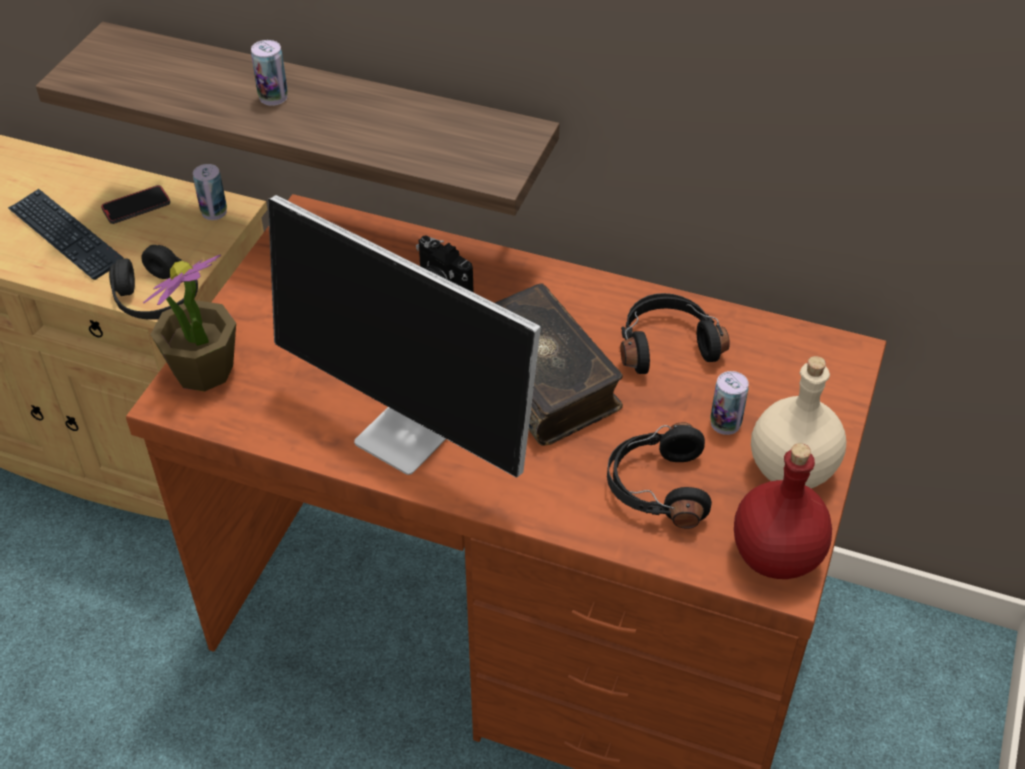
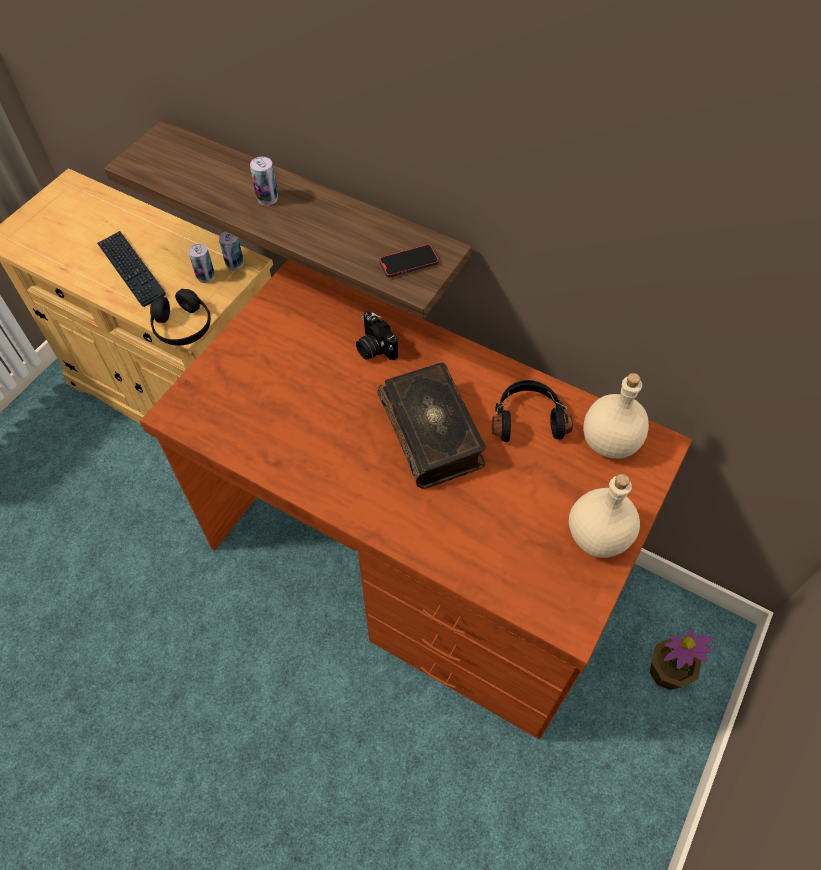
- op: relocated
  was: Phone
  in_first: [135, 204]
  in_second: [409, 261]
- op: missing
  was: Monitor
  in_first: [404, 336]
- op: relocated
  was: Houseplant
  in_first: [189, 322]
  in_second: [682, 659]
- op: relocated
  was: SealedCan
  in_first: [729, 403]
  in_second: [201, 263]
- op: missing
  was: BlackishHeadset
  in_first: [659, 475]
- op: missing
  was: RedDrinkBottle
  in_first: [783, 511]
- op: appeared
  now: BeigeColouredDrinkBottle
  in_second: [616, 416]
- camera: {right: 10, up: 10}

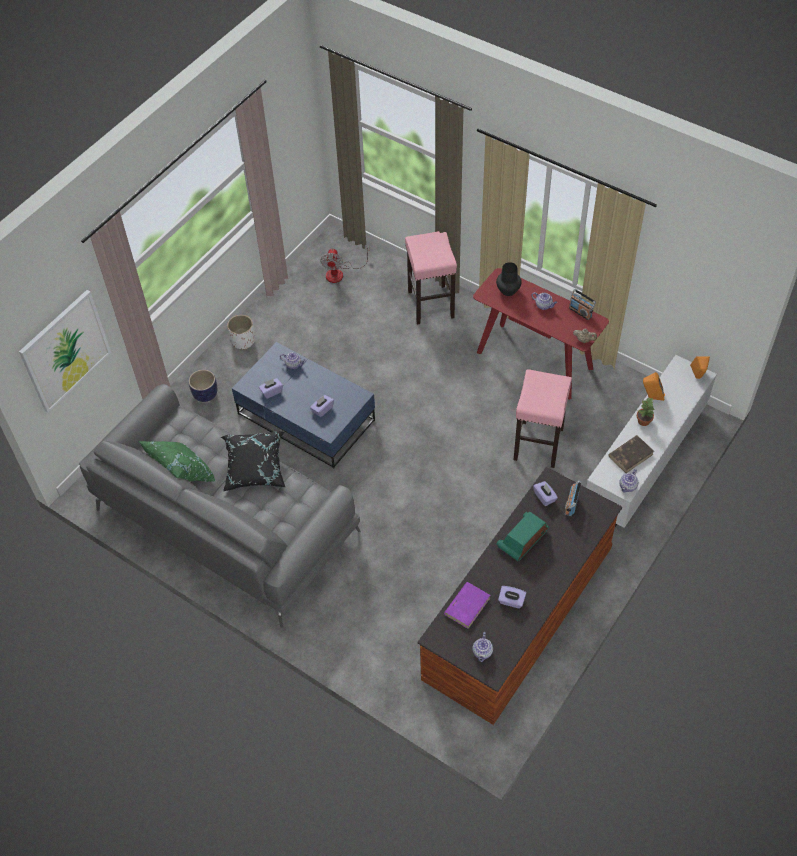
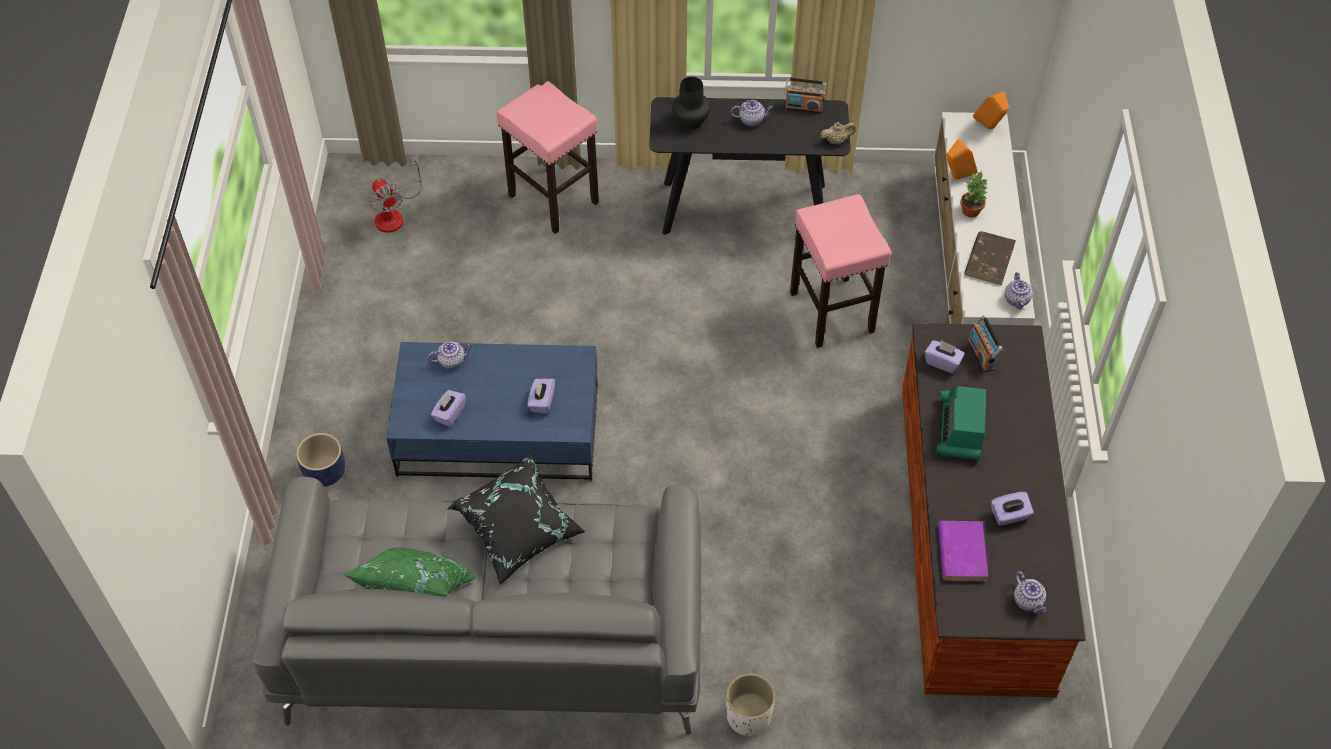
- op: colour
  was: RedNarrowTable
  now: BlackishNarrowTable
  in_first: [541, 334]
  in_second: [750, 166]
- op: missing
  was: WallPicture
  in_first: [65, 351]
- op: relocated
  was: WhiteColouredFlowerPot
  in_first: [241, 332]
  in_second: [750, 704]
- camera: {right: -35, up: 0}

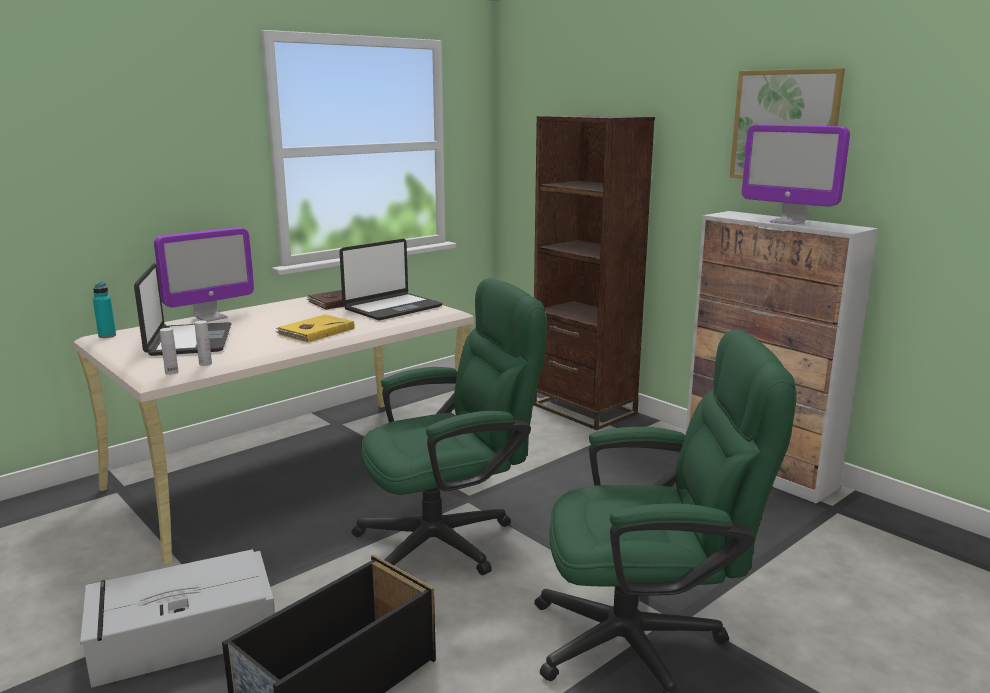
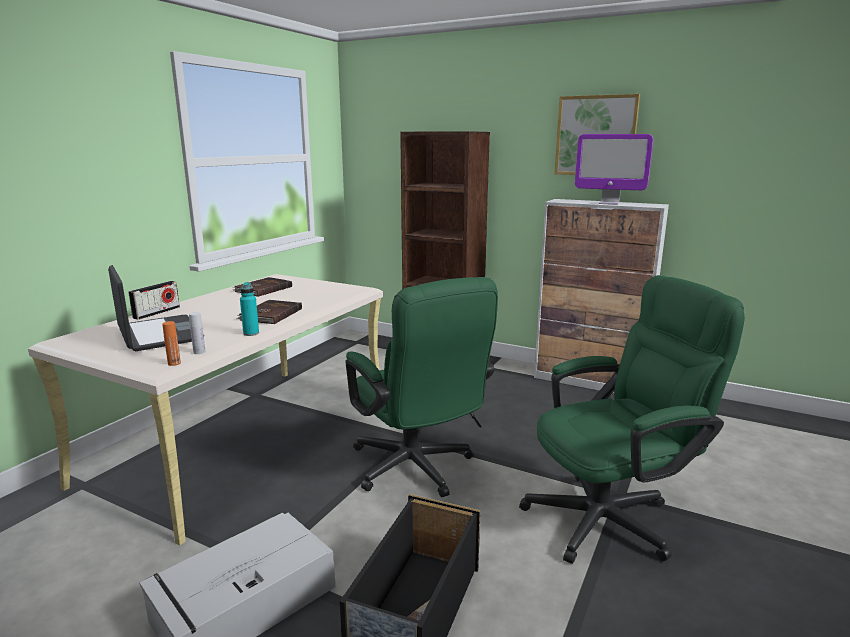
- op: exchanged
  was: Monitor
  now: Radio
  in_first: [204, 274]
  in_second: [154, 300]
- op: missing
  was: Laptop
  in_first: [391, 280]
- op: spun
  was: GreenishOfficeChair
  in_first: [449, 426]
  in_second: [421, 387]
  clockwise: 105
- op: relocated
  was: BlueGreenDrinkBottle
  in_first: [104, 310]
  in_second: [249, 309]
- op: colour
  was: YellowBook
  now: BrownBook
  in_first: [315, 328]
  in_second: [269, 312]
- op: colour
  was: WhiteColouredDrinkBottle
  now: OrangeyDrinkBottle
  in_first: [169, 351]
  in_second: [171, 343]
- camera: {right: -20, up: 0}

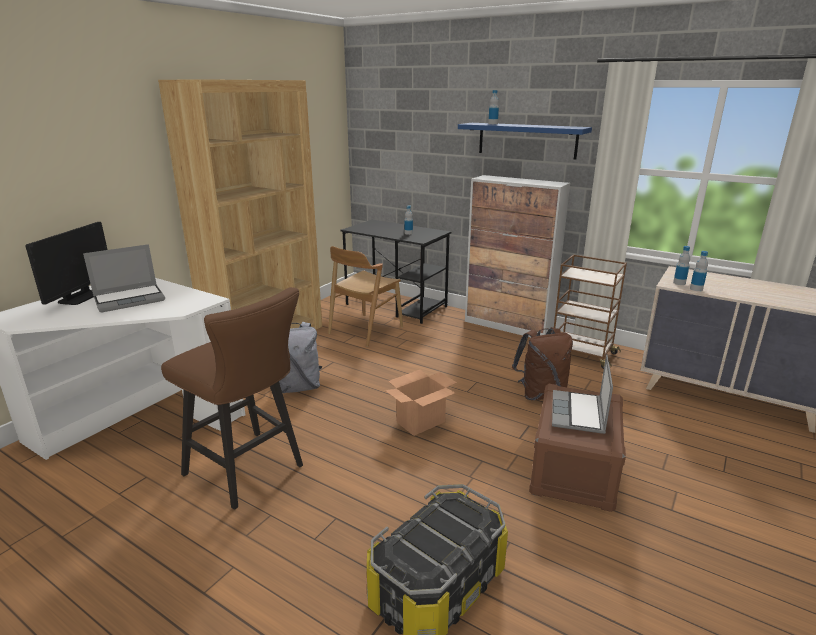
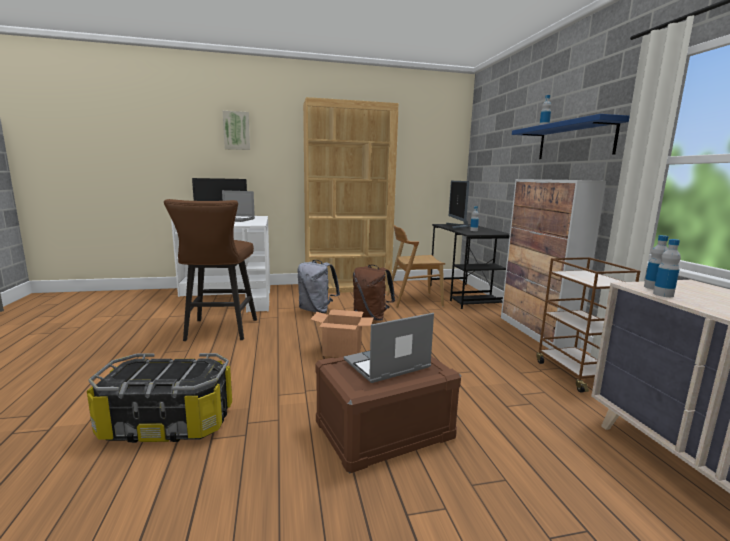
- op: relocated
  was: BrownRucksack
  in_first: [542, 363]
  in_second: [374, 293]
- op: appeared
  now: WallPicture
  in_second: [236, 130]
- op: appeared
  now: Monitor
  in_second: [458, 205]
- camera: {right: 45, up: -10}

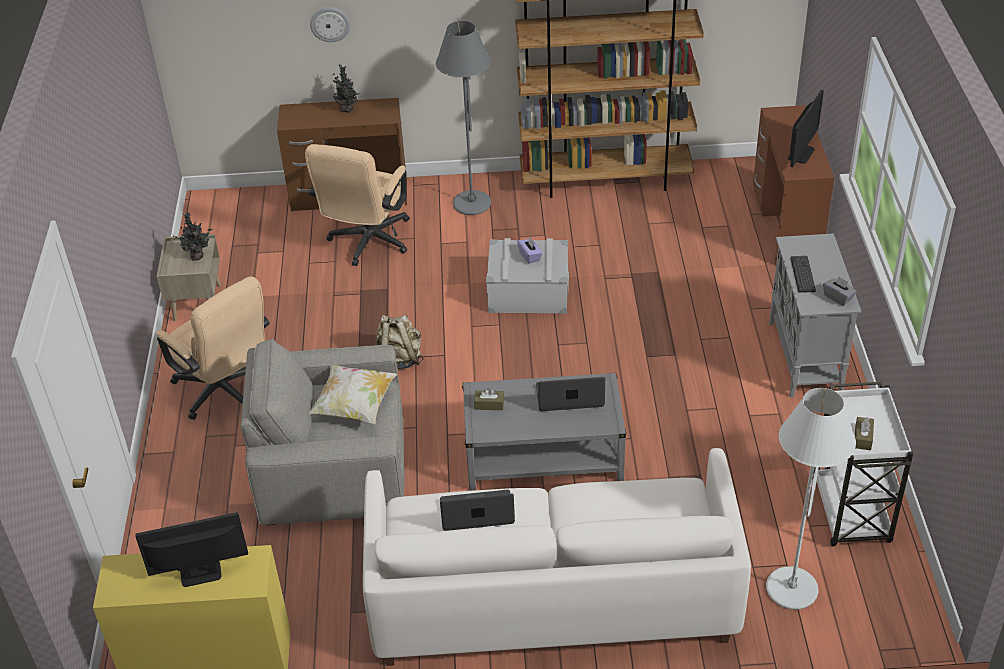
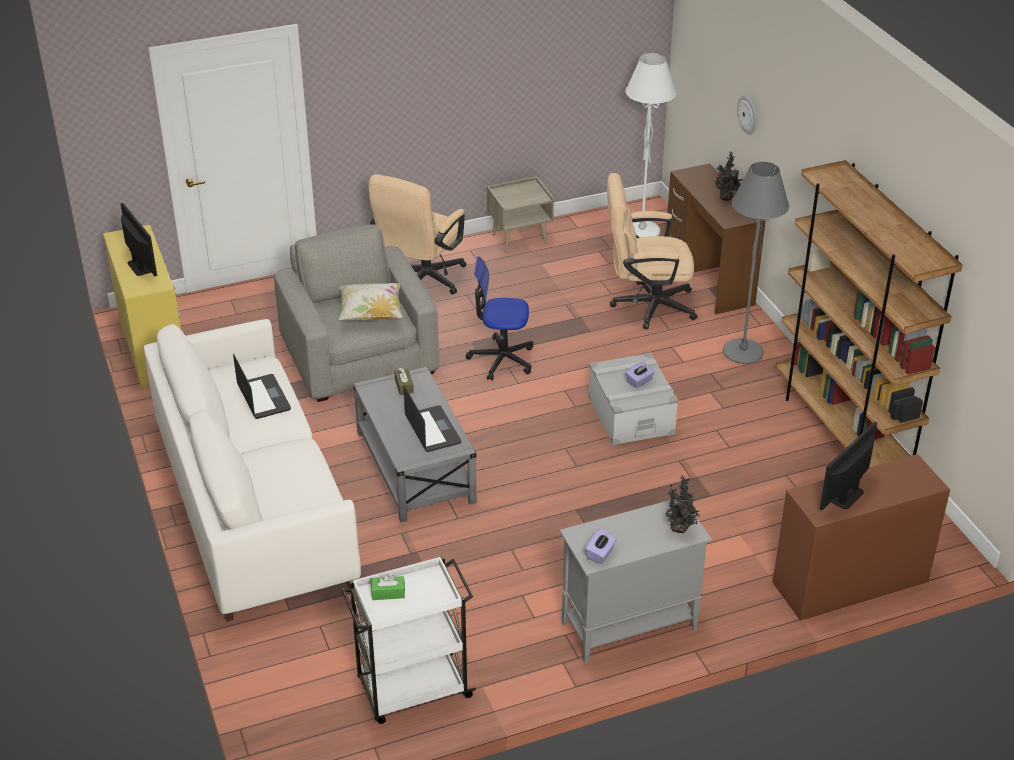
- op: spun
  was: Monitor
  in_first: [806, 128]
  in_second: [848, 466]
  clockwise: 120
- op: relocated
  was: Houseplant
  in_first: [192, 236]
  in_second: [683, 504]
- op: missing
  was: Keyboard
  in_first: [803, 274]
- op: colour
  was: GreyishTissueBox
  now: PurplishTissueBox
  in_first: [840, 291]
  in_second: [601, 546]
- op: exchanged
  was: BeigeColouredRucksack
  now: OfficeChair
  in_first: [399, 342]
  in_second: [499, 318]
- op: relocated
  was: WhiteColouredFloorLamp
  in_first: [811, 498]
  in_second: [651, 145]
- op: colour
  was: BrownTissueBox
  now: GreenishTissueBox
  in_first: [864, 433]
  in_second: [388, 587]
- camera: {right: 70, up: -5}

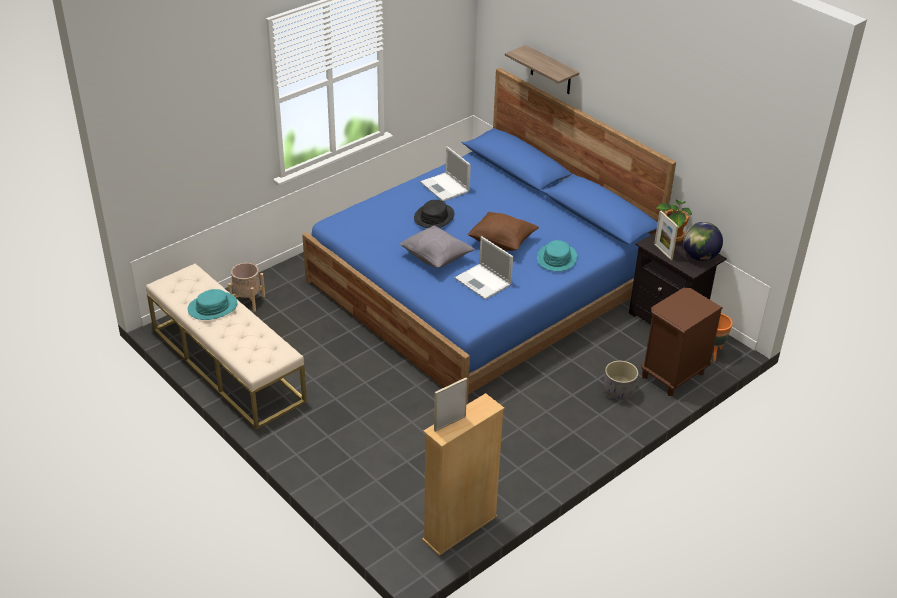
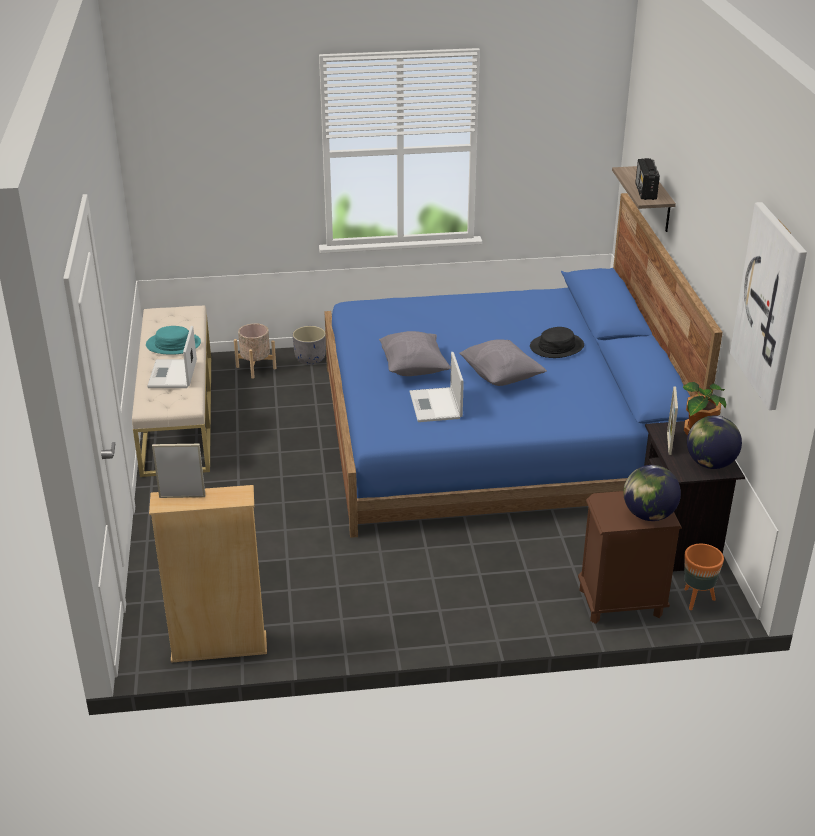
- op: relocated
  was: Laptop
  in_first: [445, 173]
  in_second: [172, 357]
- op: relocated
  was: BlackishHat
  in_first: [434, 214]
  in_second: [557, 342]
- op: colour
  was: BrownThrowPillow
  now: GreyishThrowPillow
  in_first: [503, 231]
  in_second: [503, 362]
- op: missing
  was: BlueGreenHat
  in_first: [557, 256]
- op: relocated
  was: GreyishFlowerPot
  in_first: [621, 380]
  in_second: [309, 345]
- op: appeared
  now: Radio
  in_second: [647, 179]
- op: appeared
  now: WallPicture
  in_second: [768, 306]
- op: appeared
  now: WorldGlobe
  in_second: [652, 493]
- camera: {right: 35, up: -5}

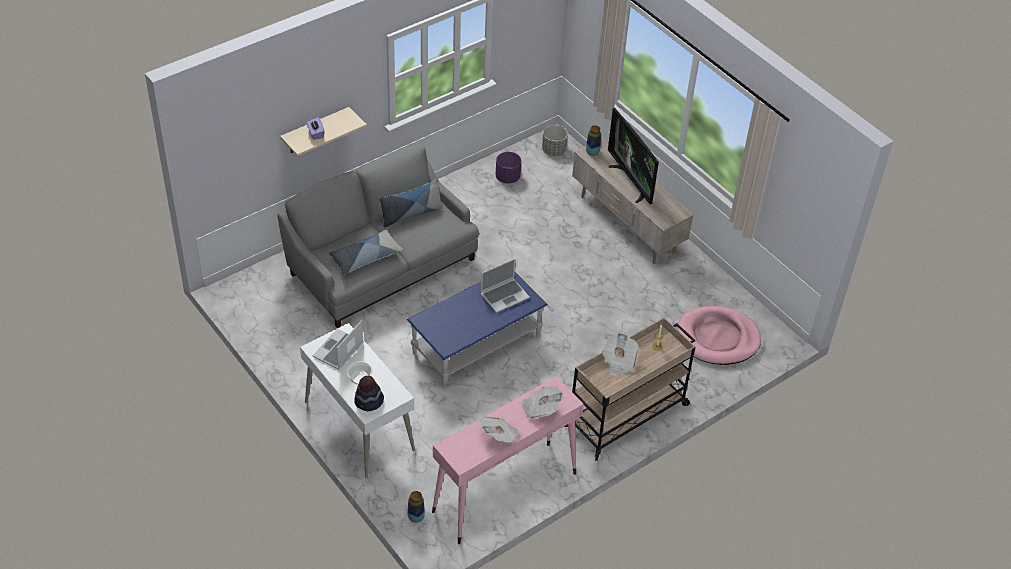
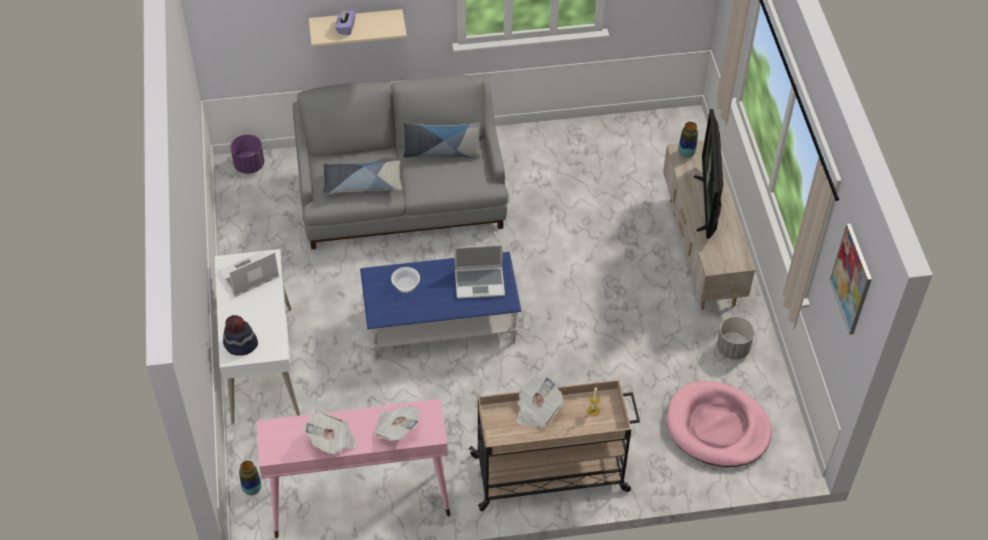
- op: relocated
  was: GreyishFlowerPot
  in_first: [555, 140]
  in_second: [735, 338]
- op: relocated
  was: PurplishFlowerPot
  in_first: [508, 167]
  in_second: [247, 154]
- op: relocated
  was: DeepDish
  in_first: [359, 373]
  in_second: [405, 280]
- op: appeared
  now: WallPicture
  in_second: [851, 279]
- camera: {right: 30, up: 5}

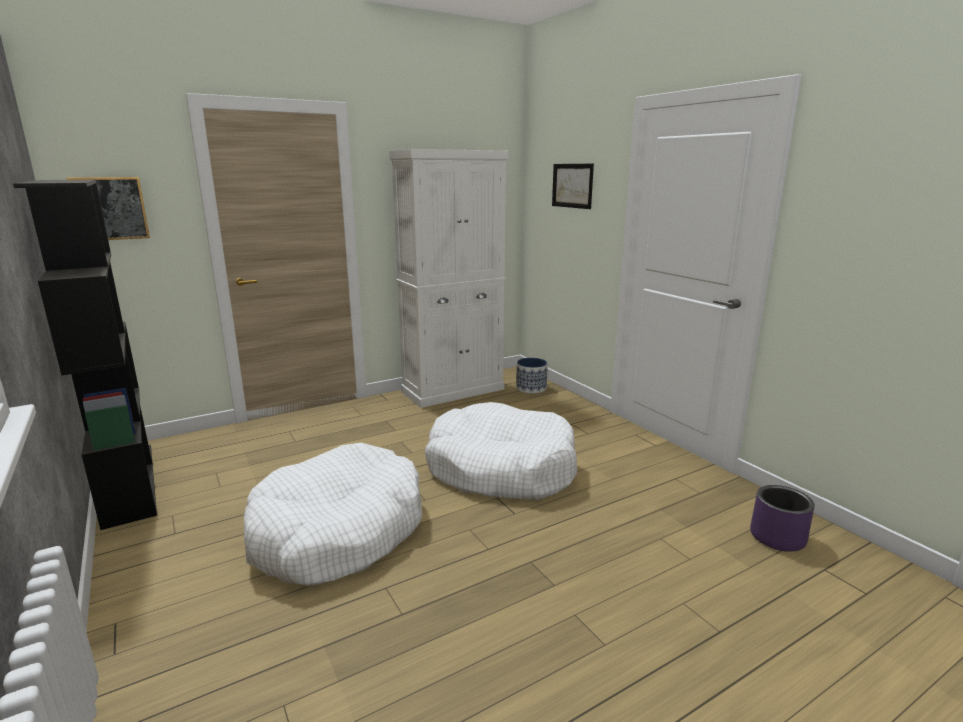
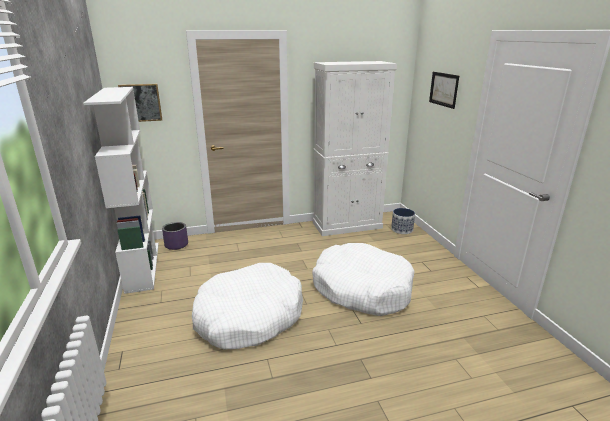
- op: colour
  was: BlackishBookcase
  now: WhiteColouredBookcase
  in_first: [85, 355]
  in_second: [121, 190]
- op: relocated
  was: PurplishFlowerPot
  in_first: [782, 518]
  in_second: [175, 236]
- camera: {right: 15, up: 5}

